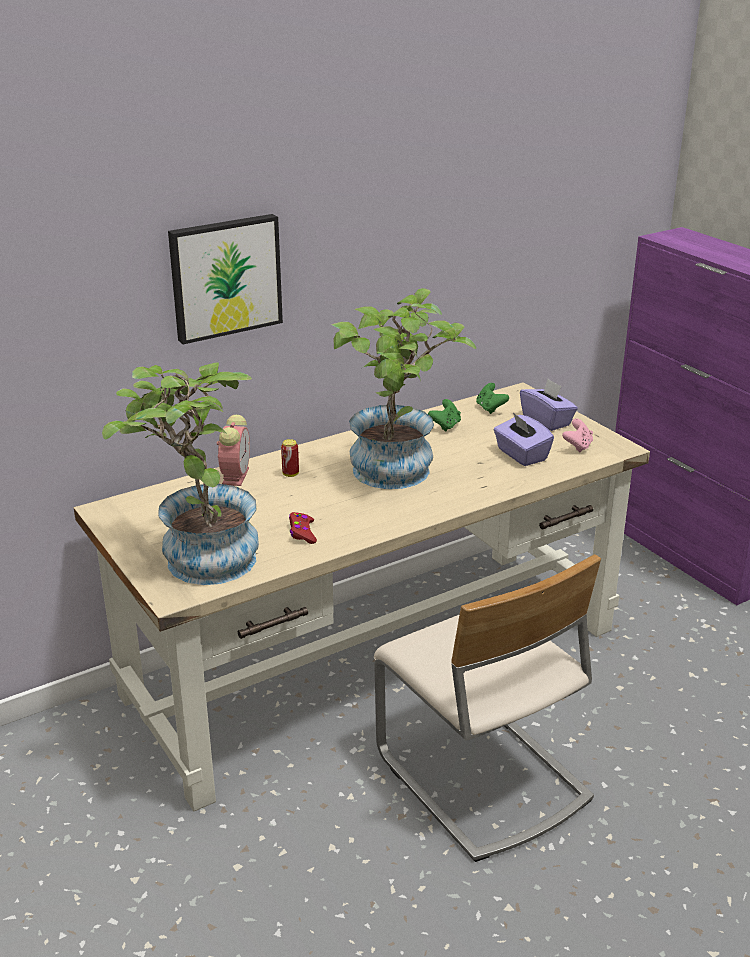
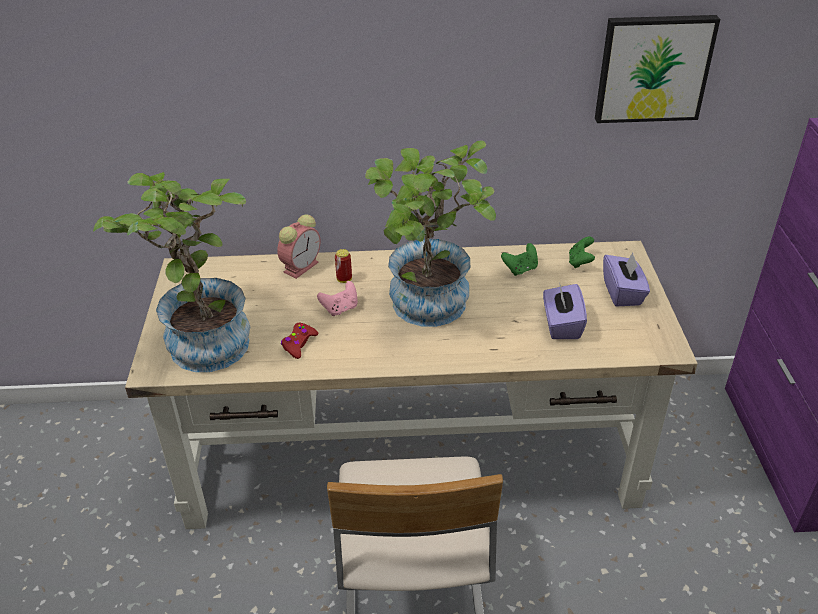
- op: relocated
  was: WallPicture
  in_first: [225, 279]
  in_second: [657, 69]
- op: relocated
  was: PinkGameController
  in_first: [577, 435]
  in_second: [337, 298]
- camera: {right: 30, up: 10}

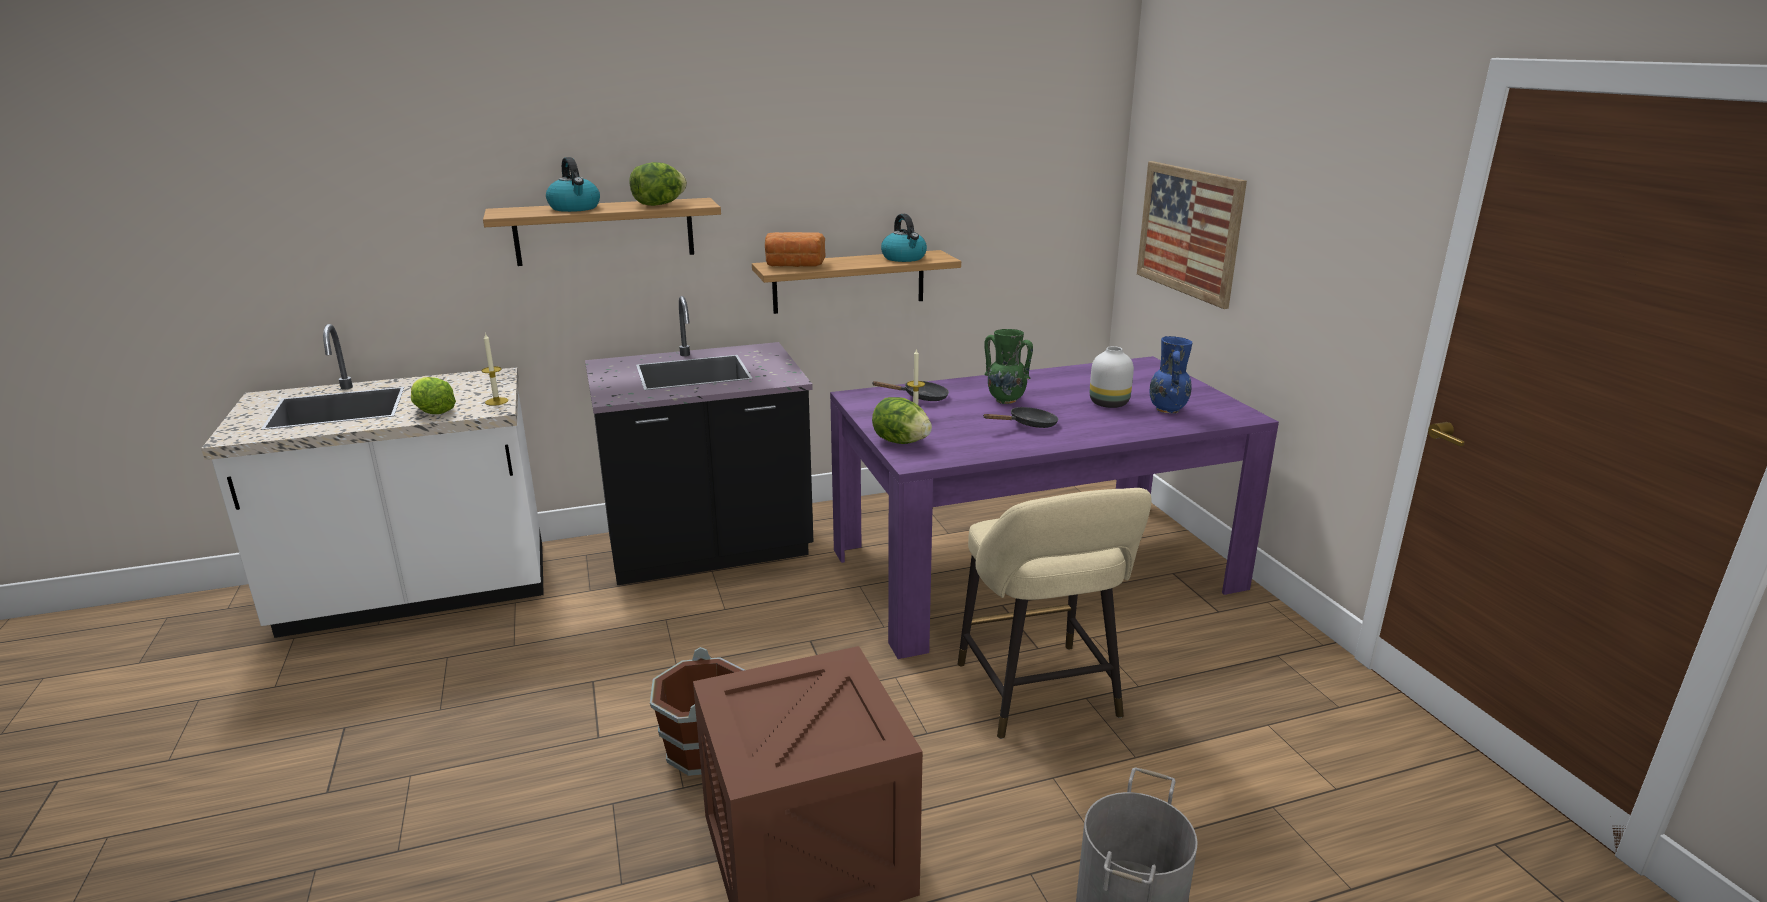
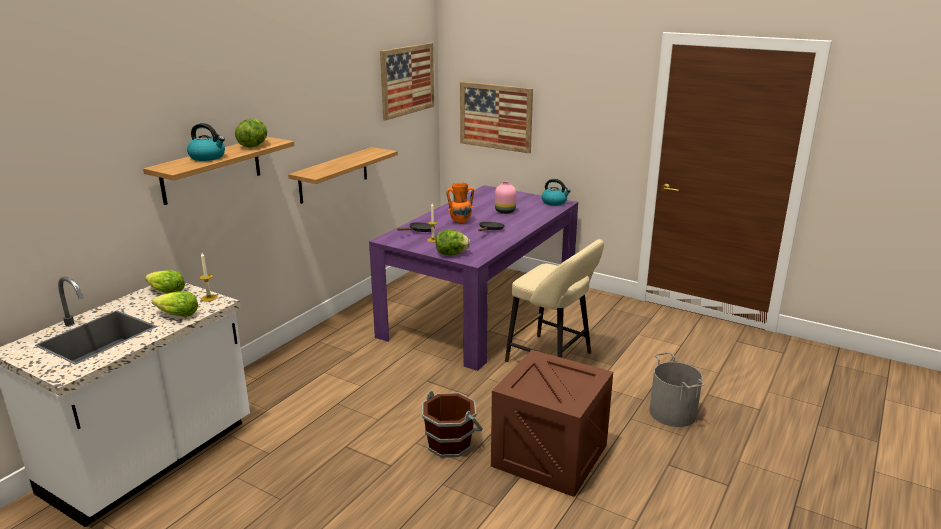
- op: relocated
  was: TeaKettle
  in_first: [904, 238]
  in_second: [556, 192]
- op: missing
  was: BakedBread
  in_first: [795, 249]
- op: missing
  was: BlackishKitchenCounter
  in_first: [699, 440]
- op: colour
  was: GreenishDecorativeVase
  now: OrangeyDecorativeVase
  in_first: [1008, 366]
  in_second: [460, 203]
- op: missing
  was: BlueColouredDecorativeVase
  in_first: [1171, 375]
- op: colour
  was: WhiteColouredDecorativeVase
  now: PinkDecorativeVase
  in_first: [1112, 377]
  in_second: [506, 197]
- op: appeared
  now: WallPicture
  in_second: [407, 82]
- op: appeared
  now: HeadOfLettuce
  in_second: [165, 281]
- camera: {right: -40, up: 0}

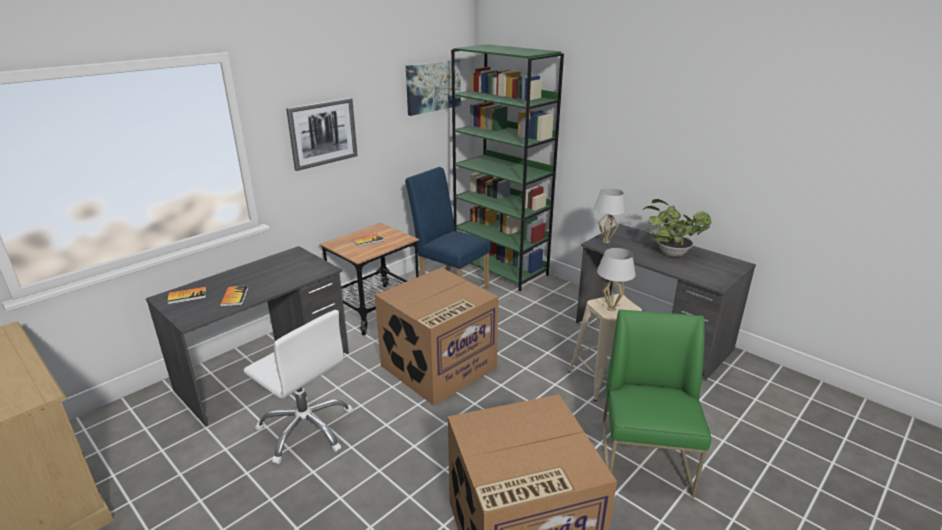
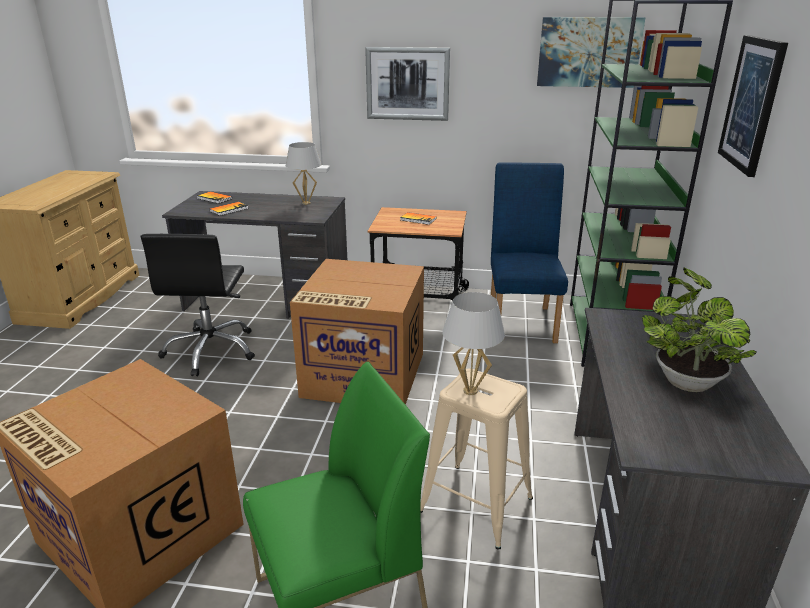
- op: relocated
  was: WhiteColouredTableLamp
  in_first: [610, 215]
  in_second: [303, 173]
- op: colour
  was: WhiteColouredOfficeChair
  now: BlackishOfficeChair
  in_first: [298, 387]
  in_second: [198, 305]
- op: appeared
  now: WallPicture
  in_second: [753, 106]
- camera: {right: 55, up: 0}

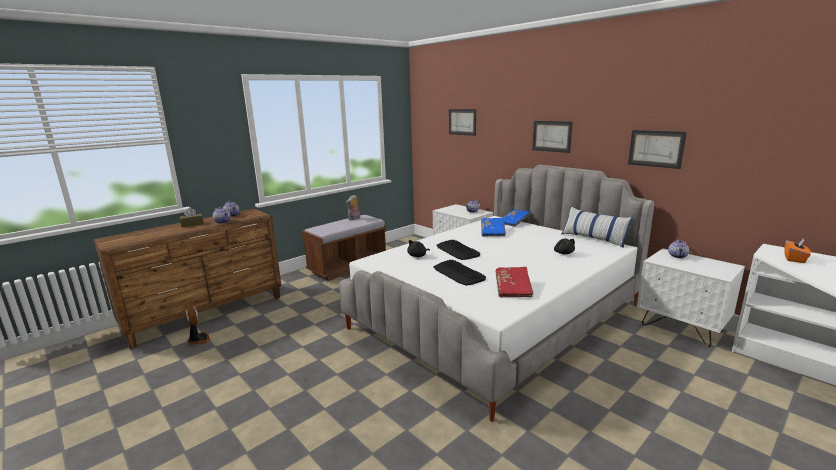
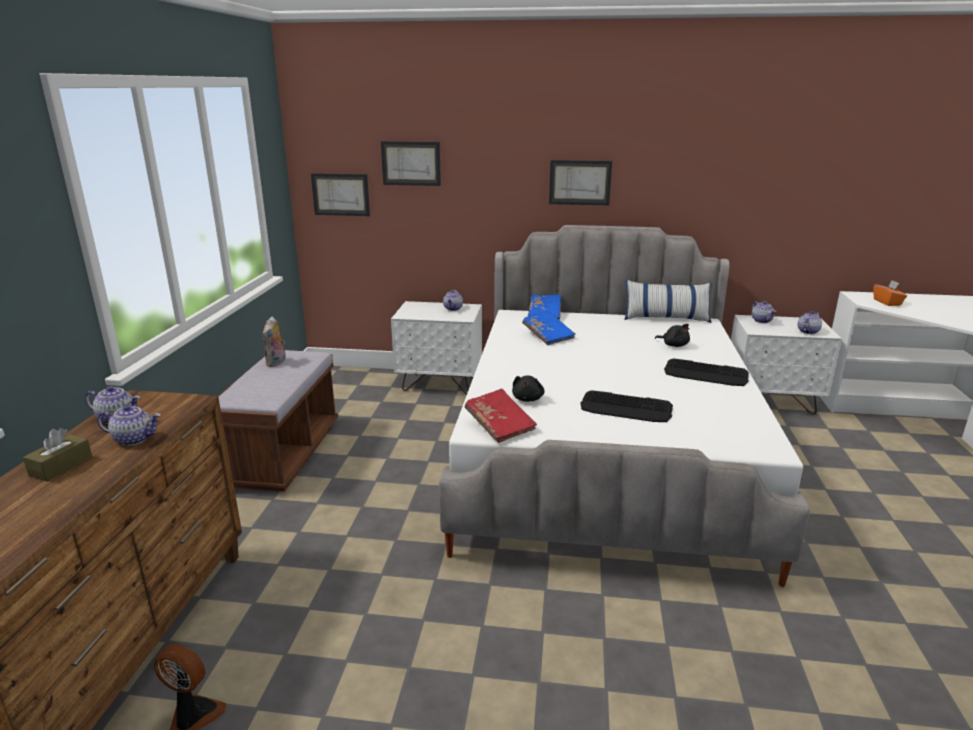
- op: relocated
  was: WallPicture
  in_first: [657, 149]
  in_second: [340, 194]
- op: relocated
  was: Keyboard
  in_first: [458, 250]
  in_second: [706, 372]
- op: relocated
  was: RedBook
  in_first: [514, 282]
  in_second: [501, 416]
- op: appeared
  now: Teapot
  in_second: [809, 322]
- camera: {right: -40, up: 5}

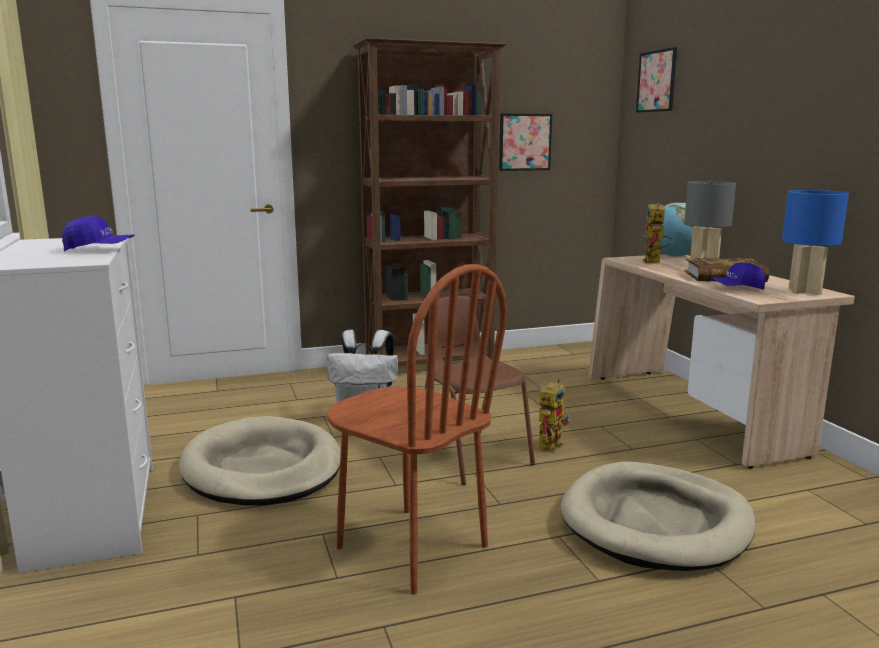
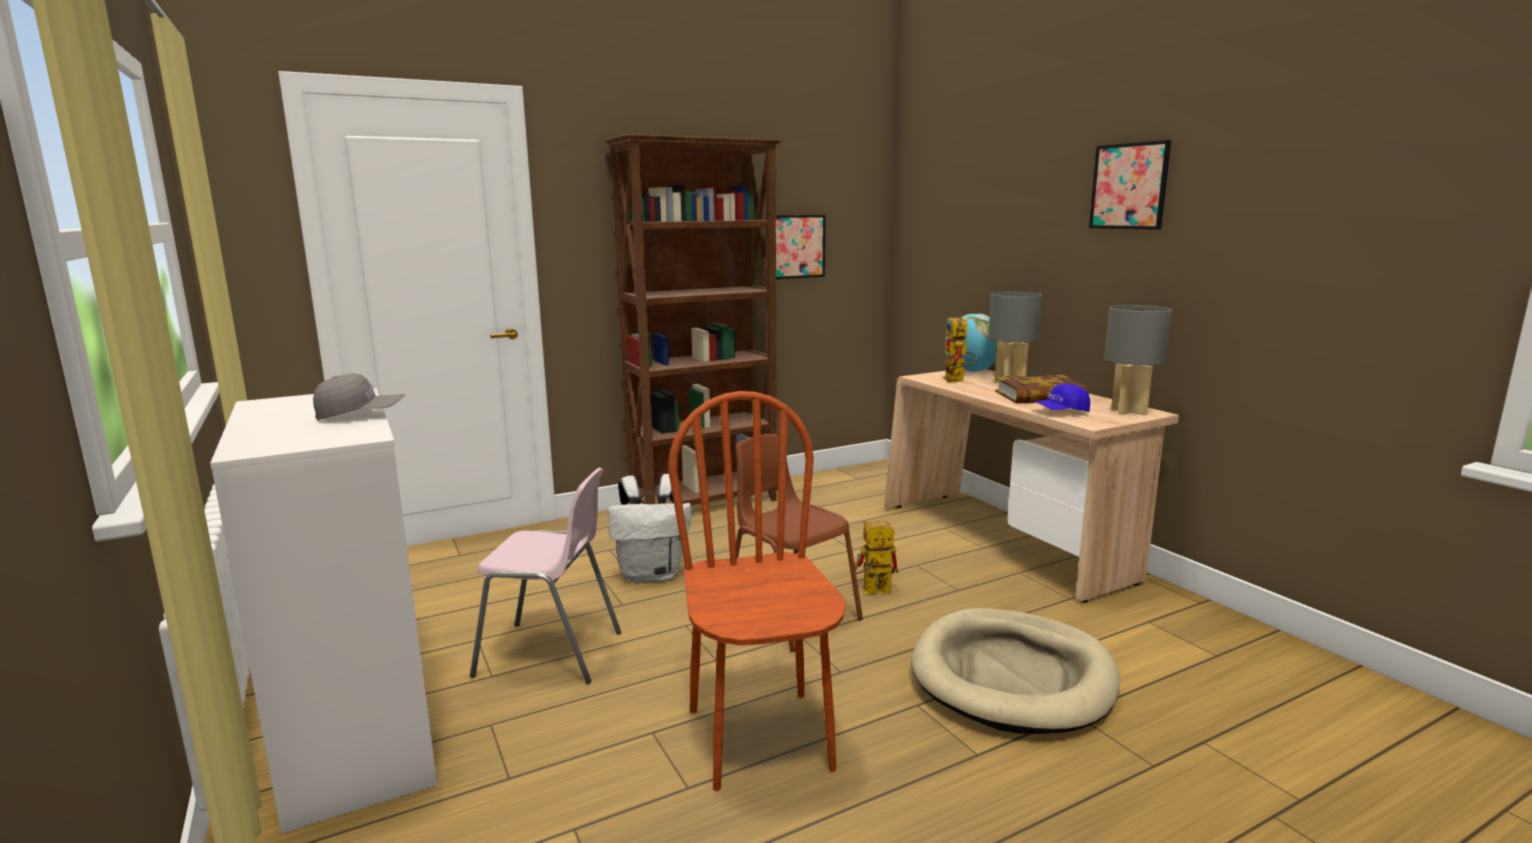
- op: relocated
  was: WallPicture
  in_first: [656, 80]
  in_second: [1130, 185]
- op: colour
  was: BlueColouredTableLamp
  now: GreyishTableLamp
  in_first: [815, 242]
  in_second: [1138, 360]
- op: colour
  was: BlueColouredPeakedCap
  now: GreyishPeakedCap
  in_first: [98, 233]
  in_second: [359, 396]
- op: spun
  was: BrownPlainChair
  in_first: [417, 429]
  in_second: [757, 591]
  clockwise: -135
- op: spun
  was: ToyRobot
  in_first: [555, 416]
  in_second: [876, 557]
  clockwise: -120
- op: exchanged
  was: BeigeColouredPetBed
  now: PinkPlainChair
  in_first: [260, 461]
  in_second: [545, 576]
- camera: {right: -10, up: 0}

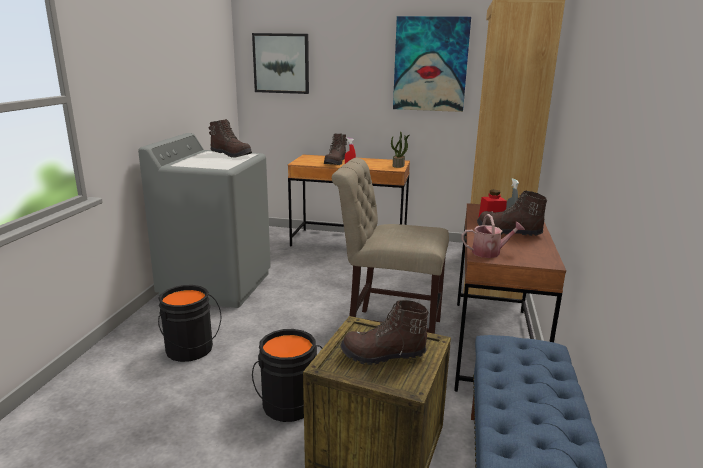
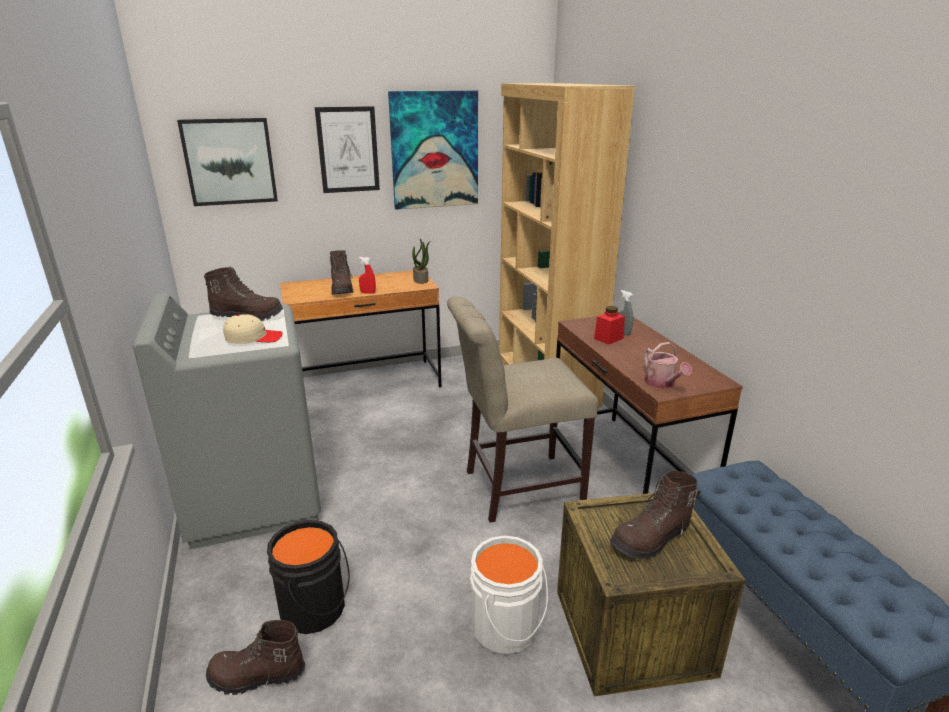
- op: relocated
  was: BrownTallBoot
  in_first: [512, 213]
  in_second: [255, 657]
- op: spun
  was: WateringCan
  in_first: [493, 236]
  in_second: [668, 365]
  clockwise: 105
- op: colour
  was: BlackishBucket
  now: WhiteColouredBucket
  in_first: [287, 375]
  in_second: [509, 595]
- op: appeared
  now: WallPicture
  in_second: [347, 149]
- op: appeared
  now: BeigeColouredPeakedCap
  in_second: [253, 329]
- camera: {right: -30, up: 5}

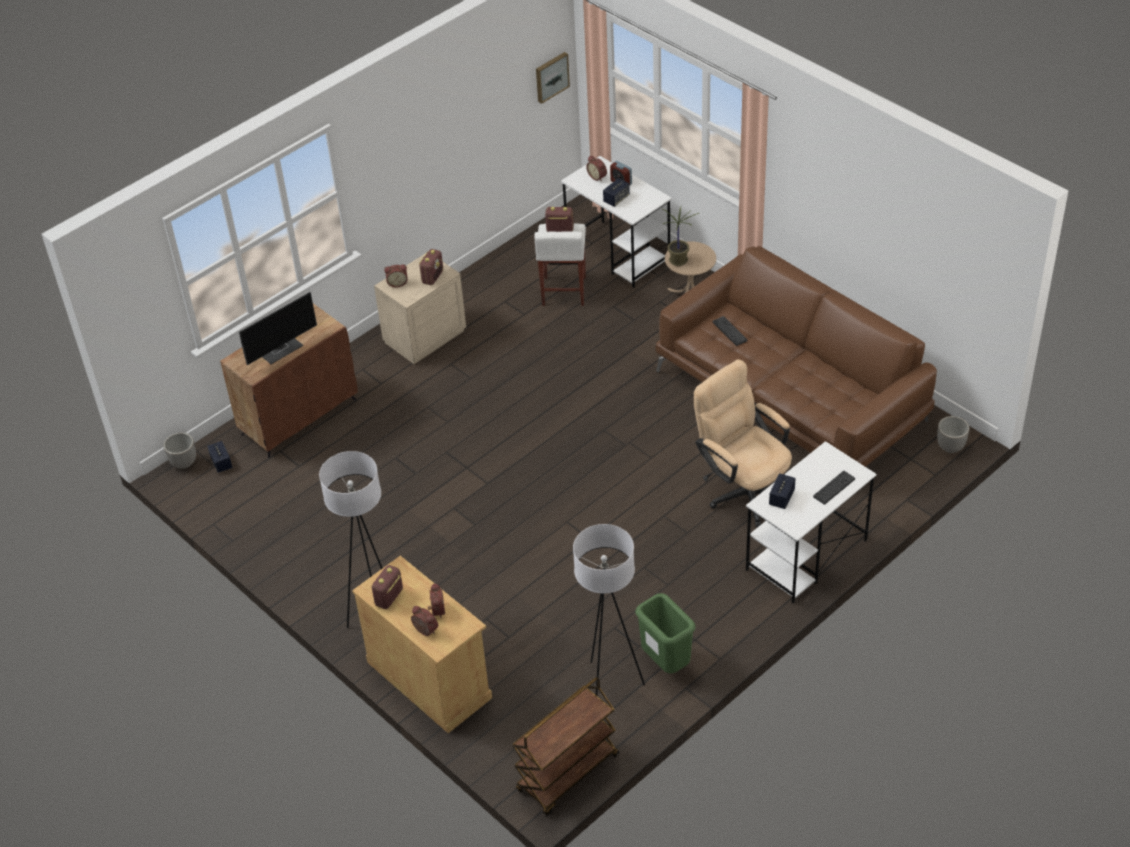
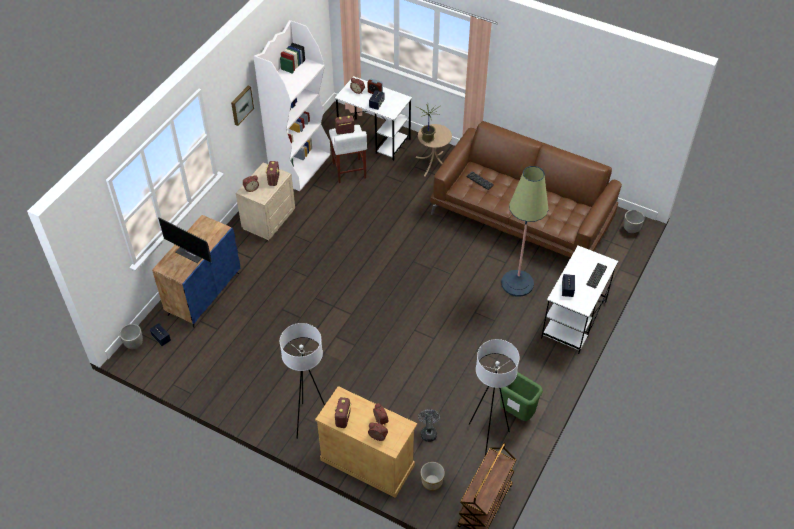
- op: relocated
  was: WallPicture
  in_first: [553, 78]
  in_second: [242, 106]
- op: spun
  was: Monitor
  in_first: [278, 328]
  in_second: [185, 240]
  clockwise: 90
- op: colour
  was: BrownCabinet
  now: BlueColouredCabinet
  in_first: [289, 380]
  in_second: [196, 271]
- op: exchanged
  was: BeigeColouredOfficeChair
  now: FloorLamp
  in_first: [743, 443]
  in_second: [525, 231]
- op: appeared
  now: WhiteColouredBookcase
  in_second: [292, 105]
- op: appeared
  now: GreyishFan
  in_second: [429, 425]
- op: appeared
  now: FlowerPot
  in_second: [433, 476]
- camera: {right: -20, up: 5}

